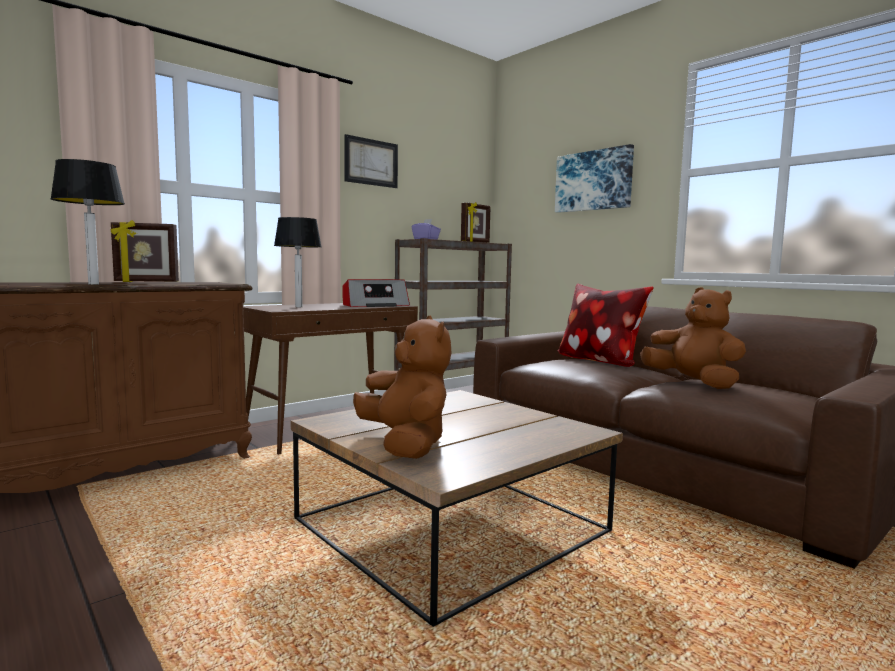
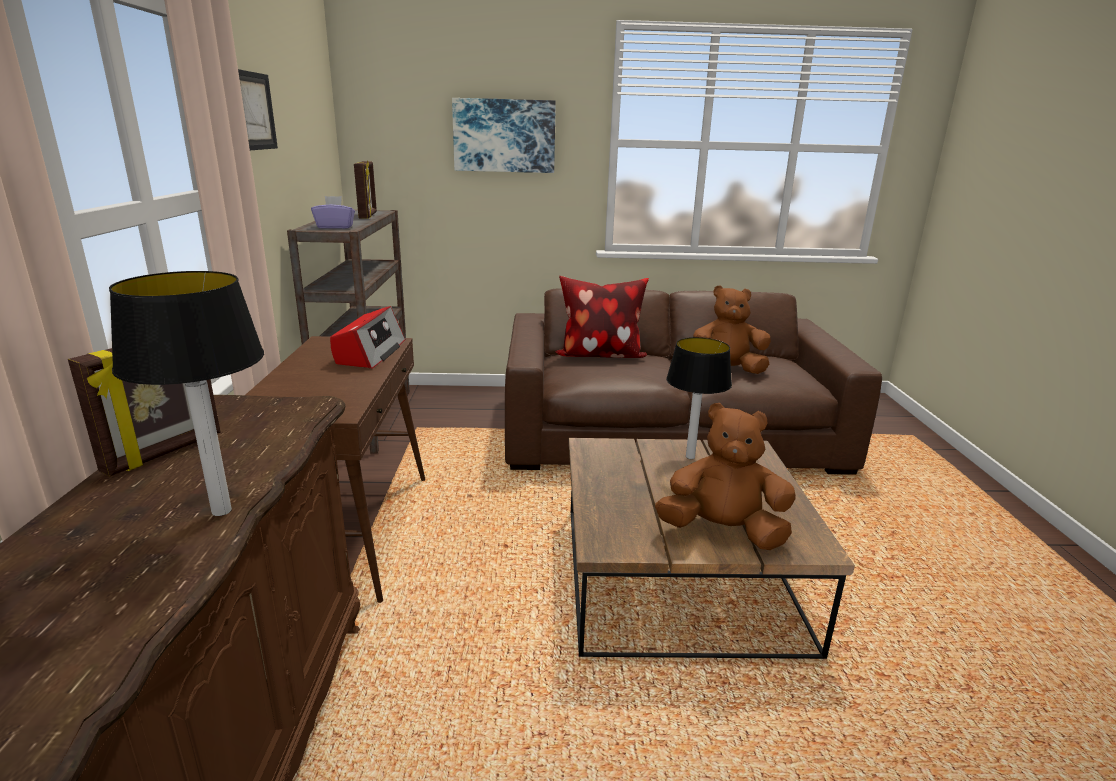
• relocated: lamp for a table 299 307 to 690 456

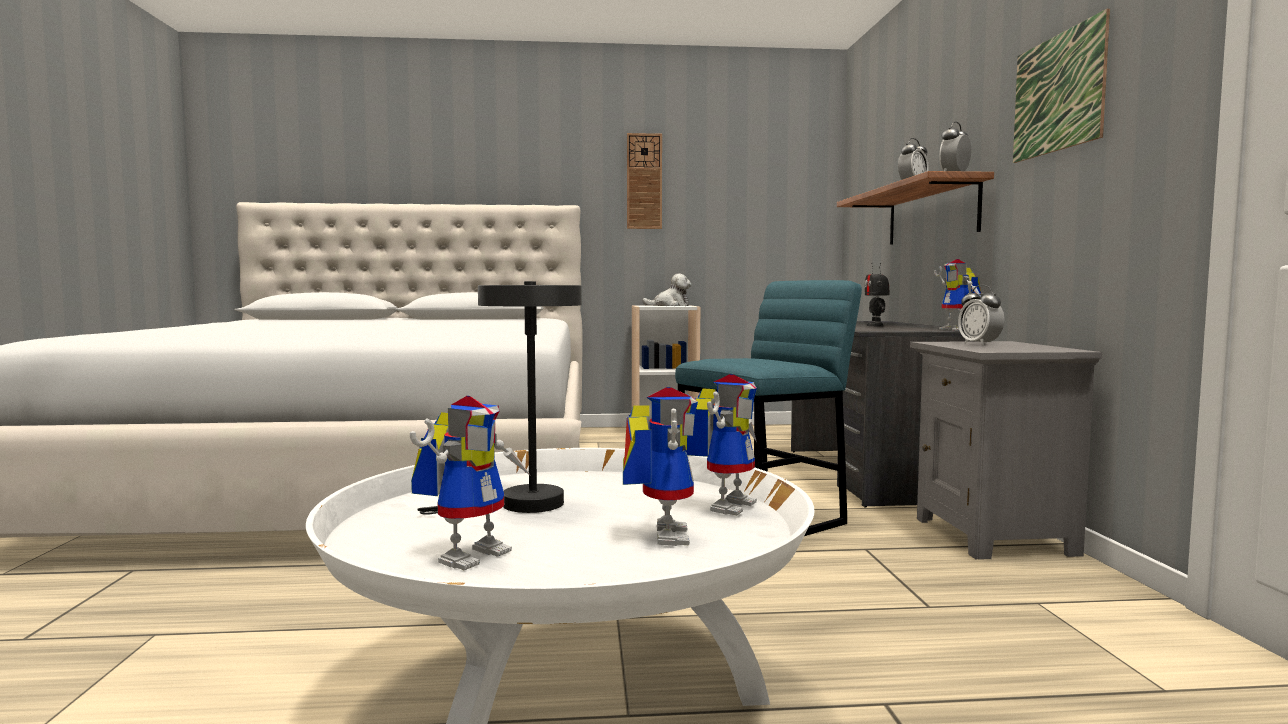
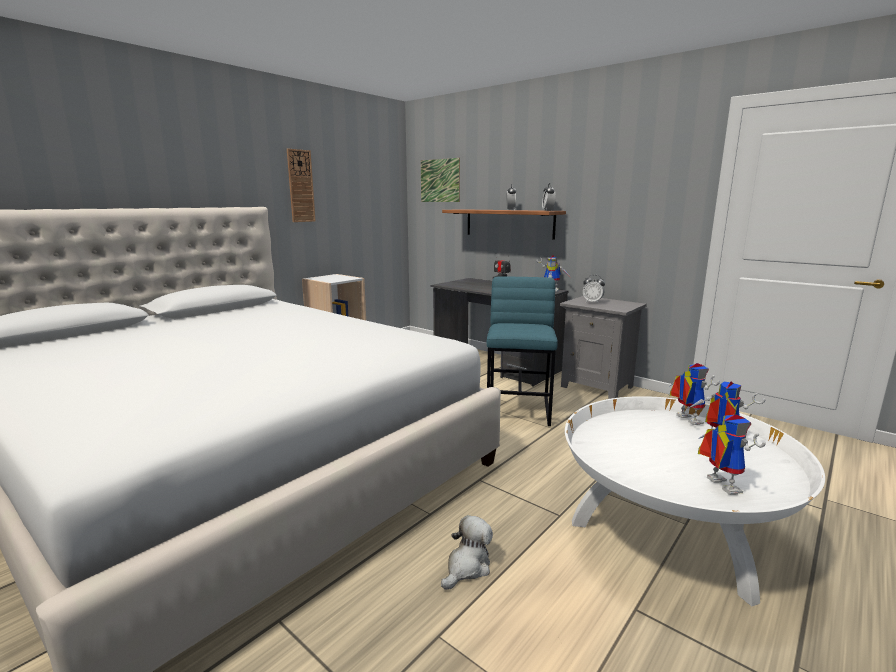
• missing: gray lamp for a table 521 505
• relocated: cuddly toy 670 306 to 467 567
• relocated: wall art 1058 93 to 440 180

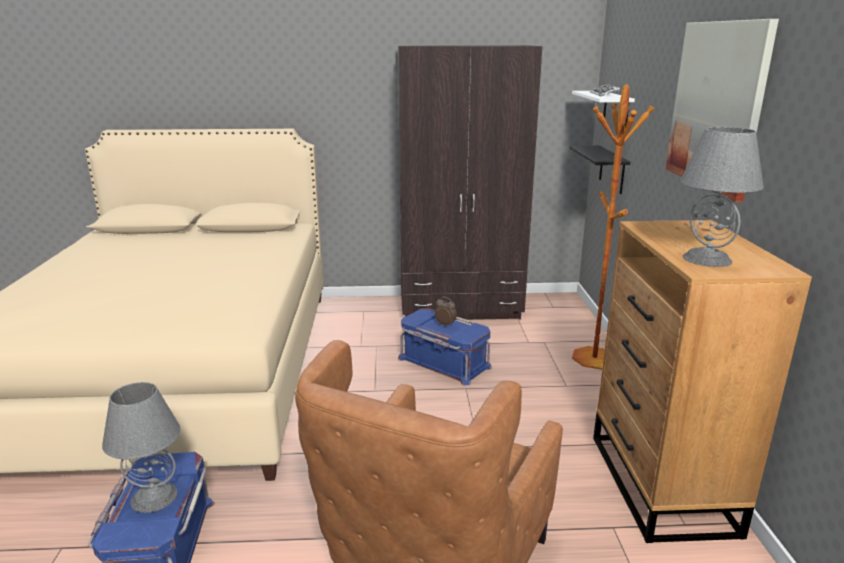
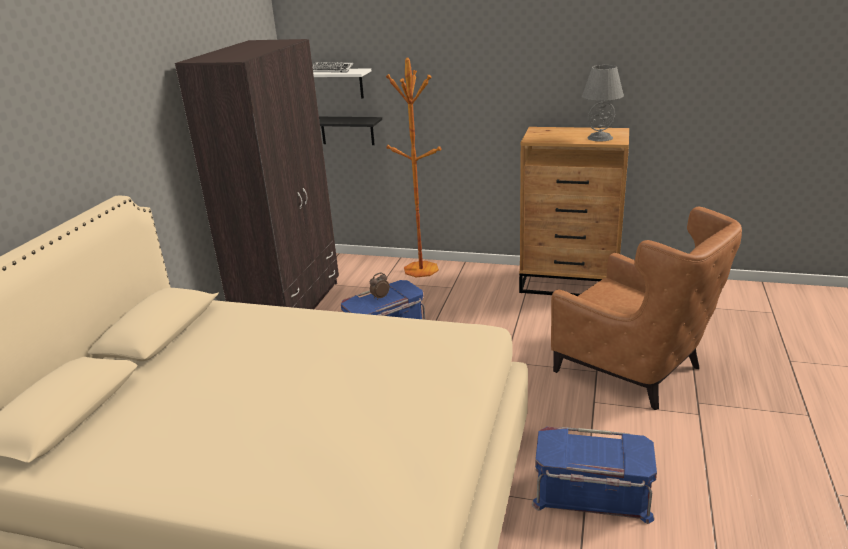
• missing: gray lamp for a table 153 497
• missing: wall art 717 106

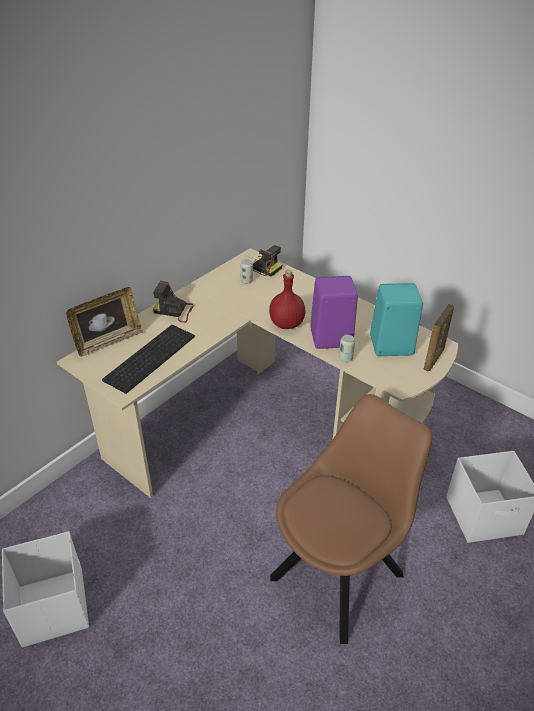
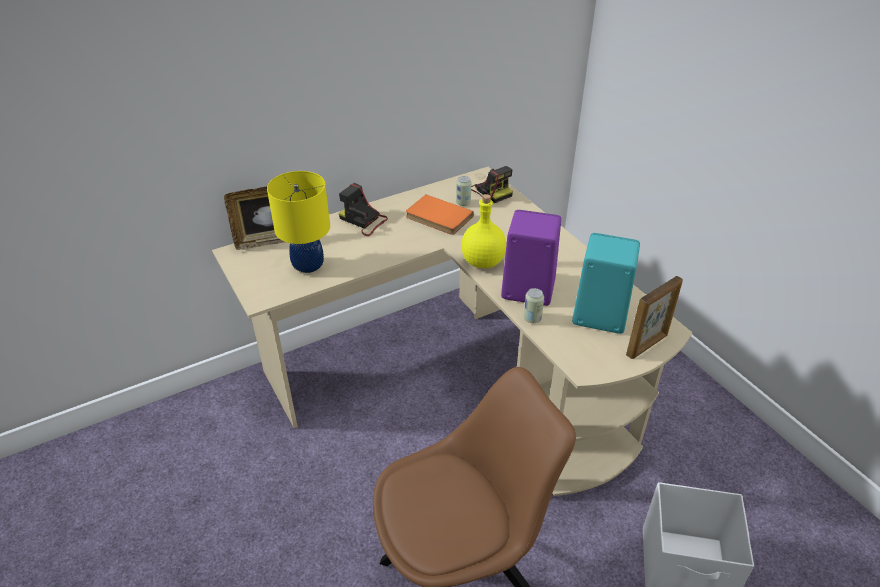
• missing: white storage box 54 606
• appeared: orange volume 438 218
• exchanged: computer keyboard 149 356 to yellow lamp for a table 308 265
• colour: red-coloured bottle 287 324 to yellow bottle 483 262

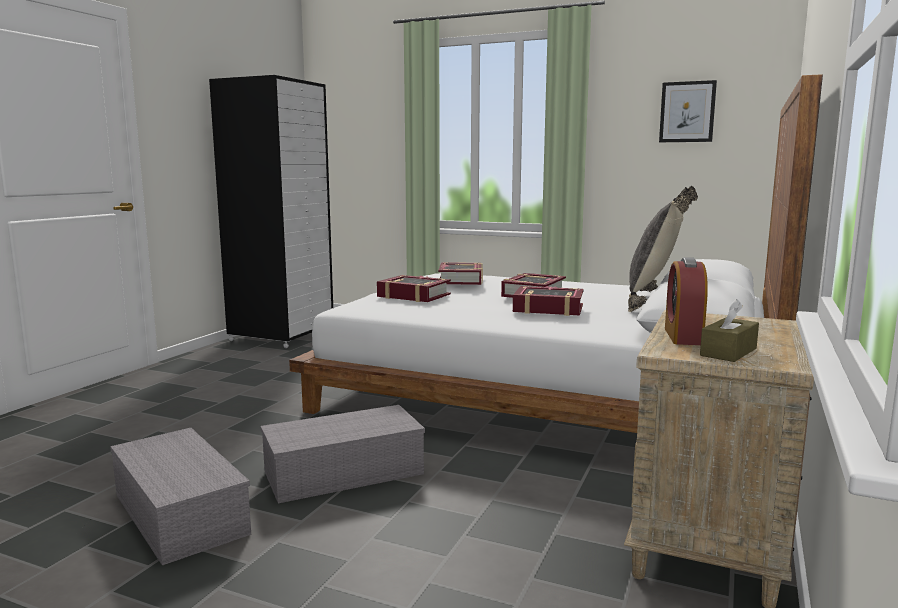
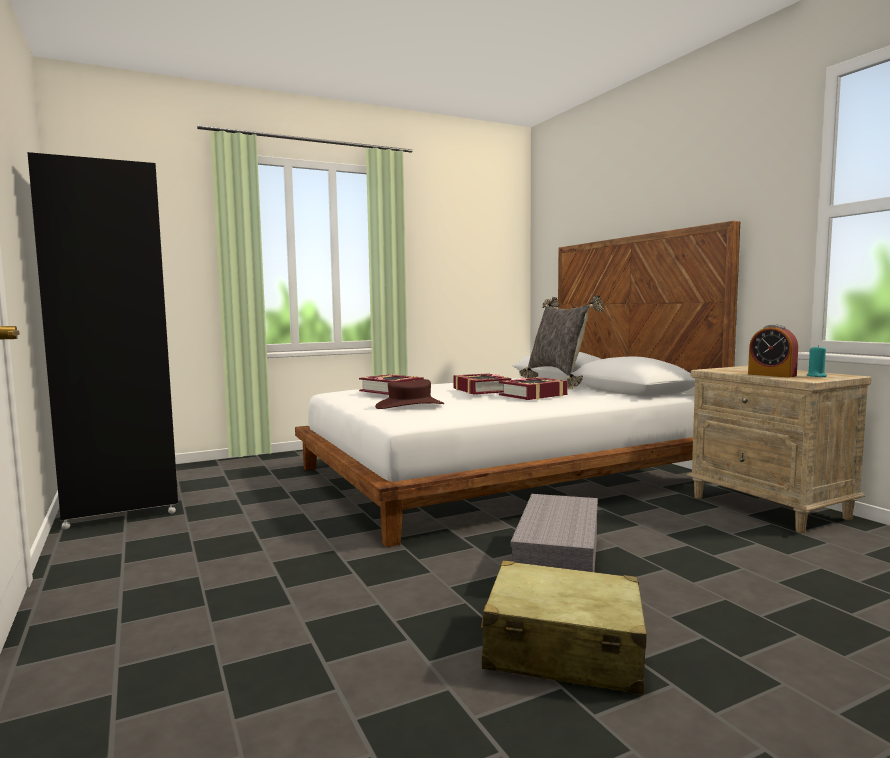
• missing: wall art 687 112
• exchanged: gray storage box 177 513 to beige suitcase 562 649
• exchanged: volume 413 296 to brownish wearable hat 409 405
• exchanged: brownish box of tissues 728 352 to turquoise-coloured wax candle 816 376

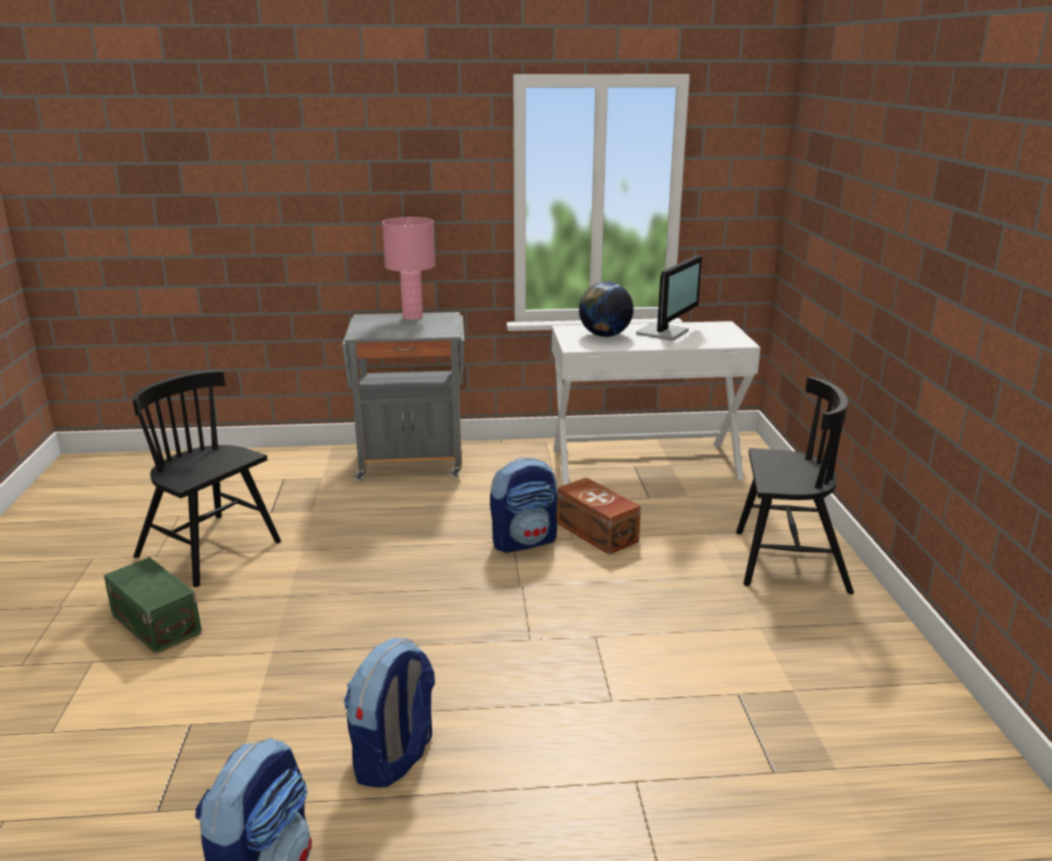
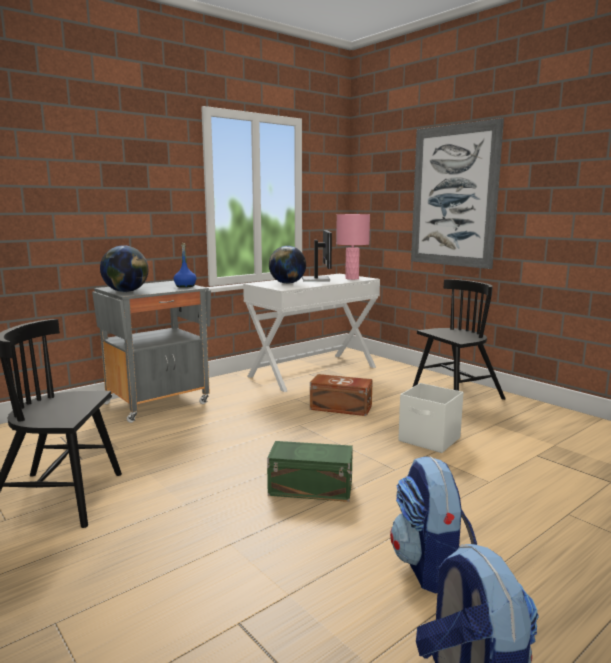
• missing: rucksack 524 541
• appeared: desk globe 126 291
• appeared: bluish bottle 185 286
• appeared: white storage box 430 440
• appeared: wall art 453 196
• relocated: green storage box 157 622 to 309 487
• relocated: pink lamp for a table 412 317 to 352 278

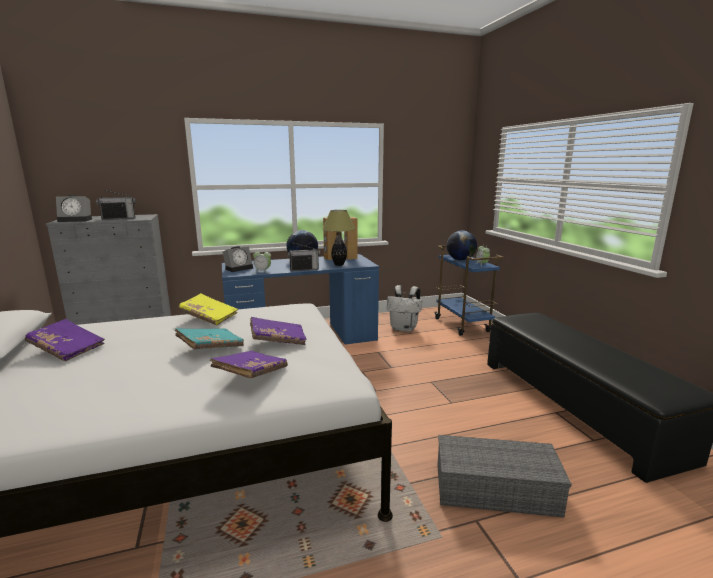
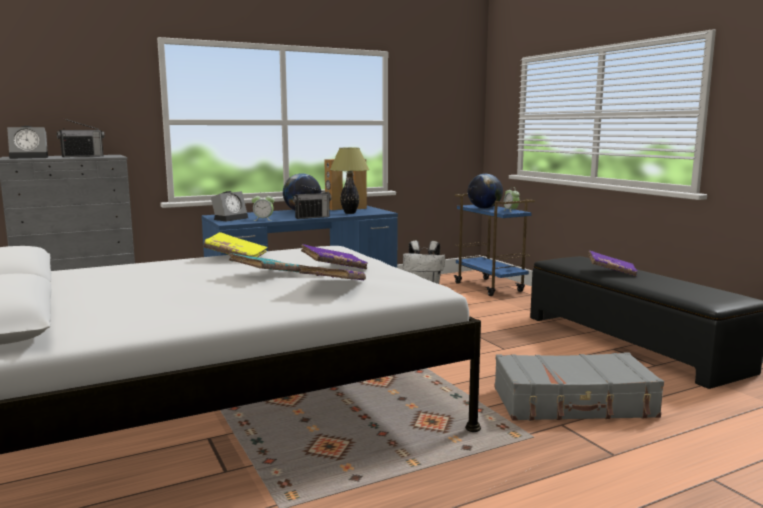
• relocated: purple-coloured volume 67 349 to 611 272
• exchanged: gray storage box 497 488 to gray suitcase 574 403

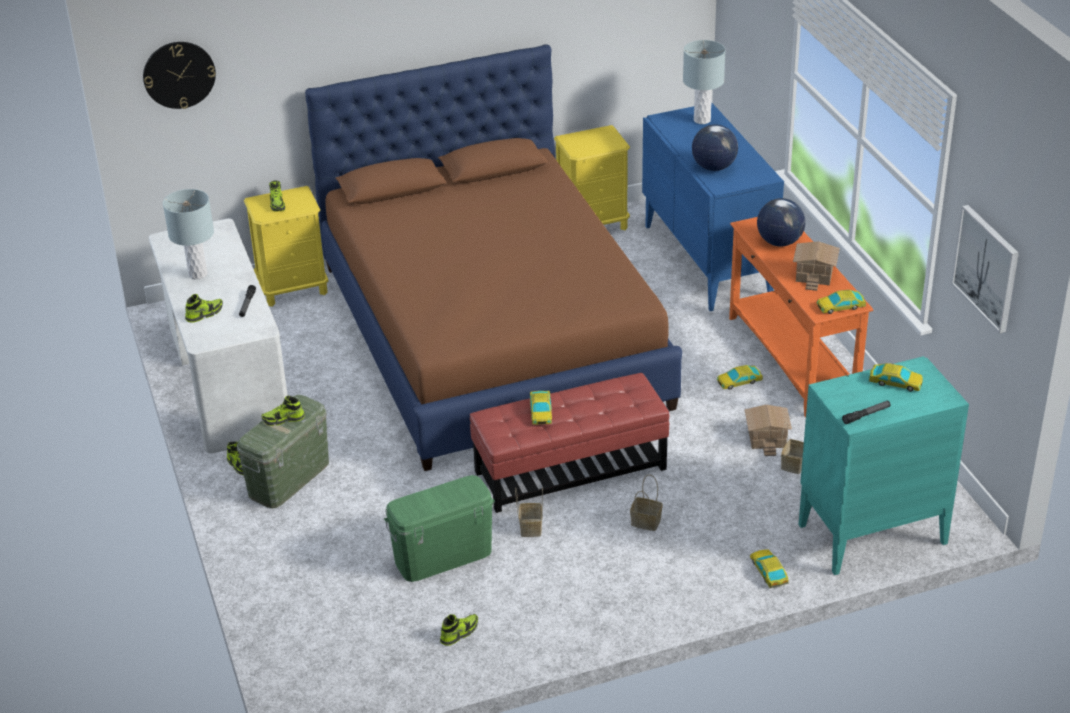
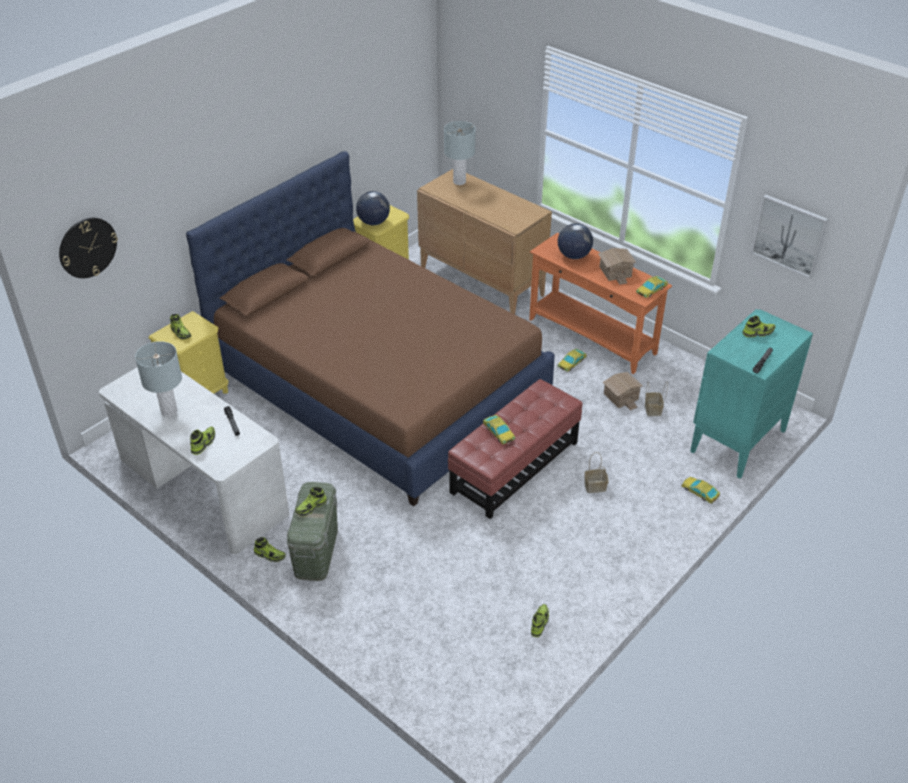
• missing: green storage box 443 556
• missing: storage basket 530 527
• relocated: desk globe 714 167 to 373 222
• exchanged: toy car 895 382 to item of footwear 758 332
• colour: bluish storage cabinet 707 261 to brownish storage cabinet 481 283

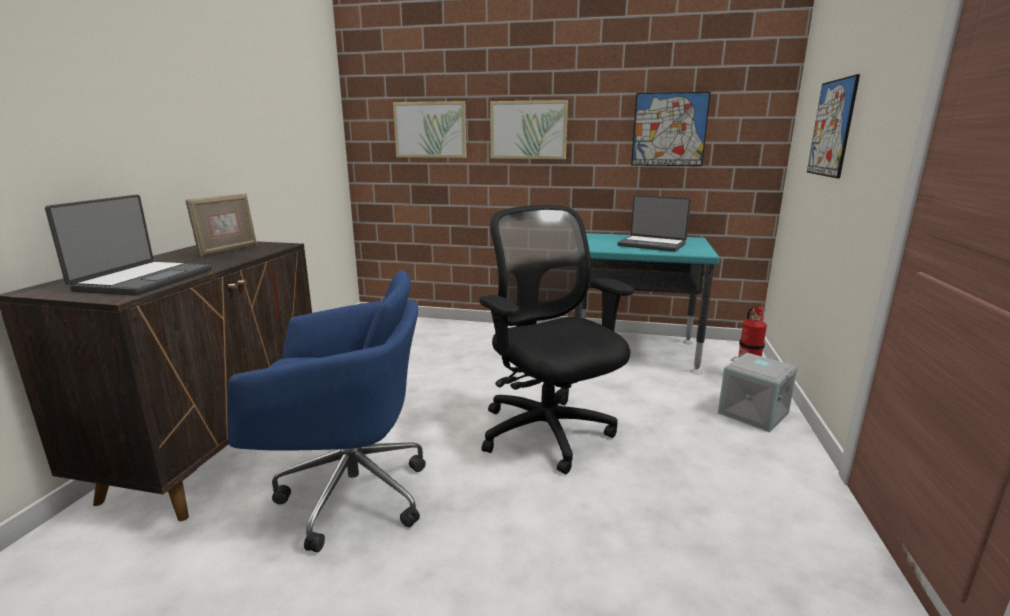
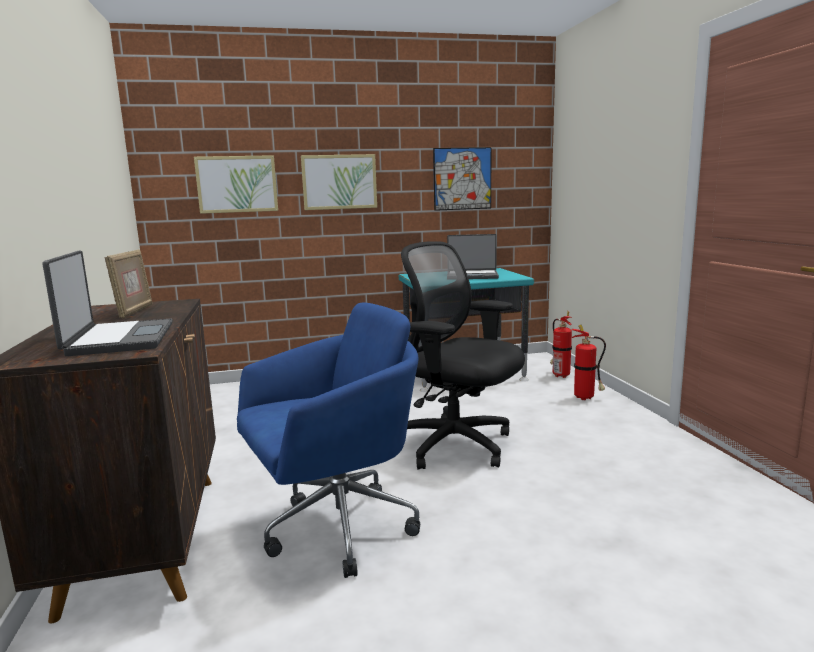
• missing: wall art 831 128
• exchanged: gray storage box 752 413 to fire extinguisher 586 398

